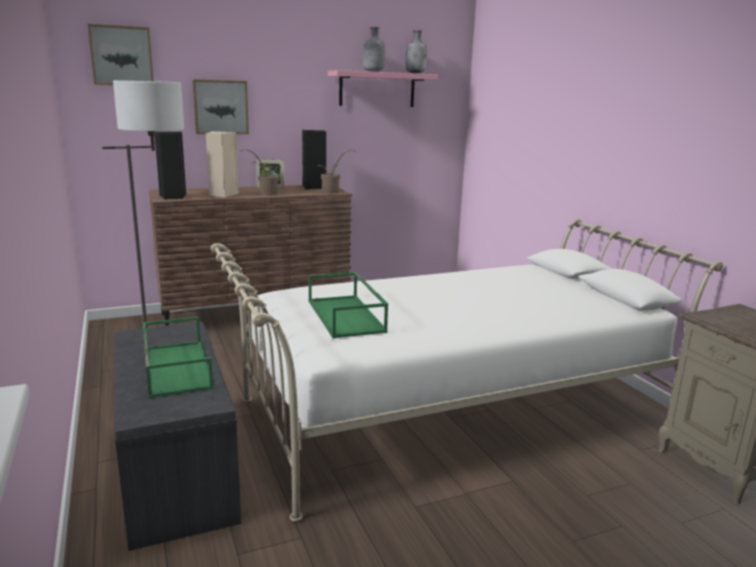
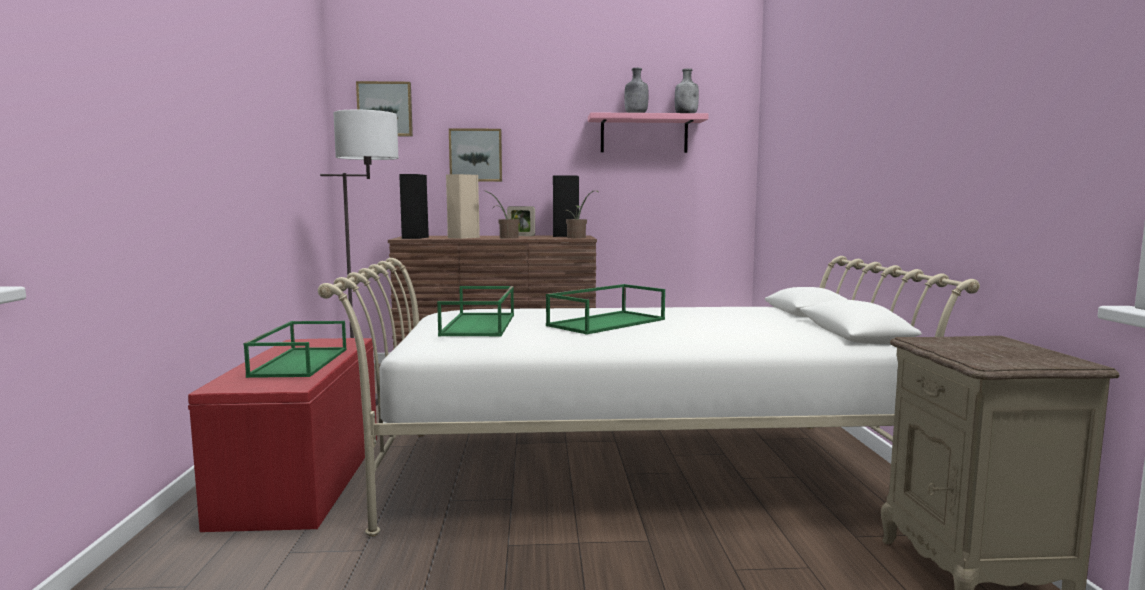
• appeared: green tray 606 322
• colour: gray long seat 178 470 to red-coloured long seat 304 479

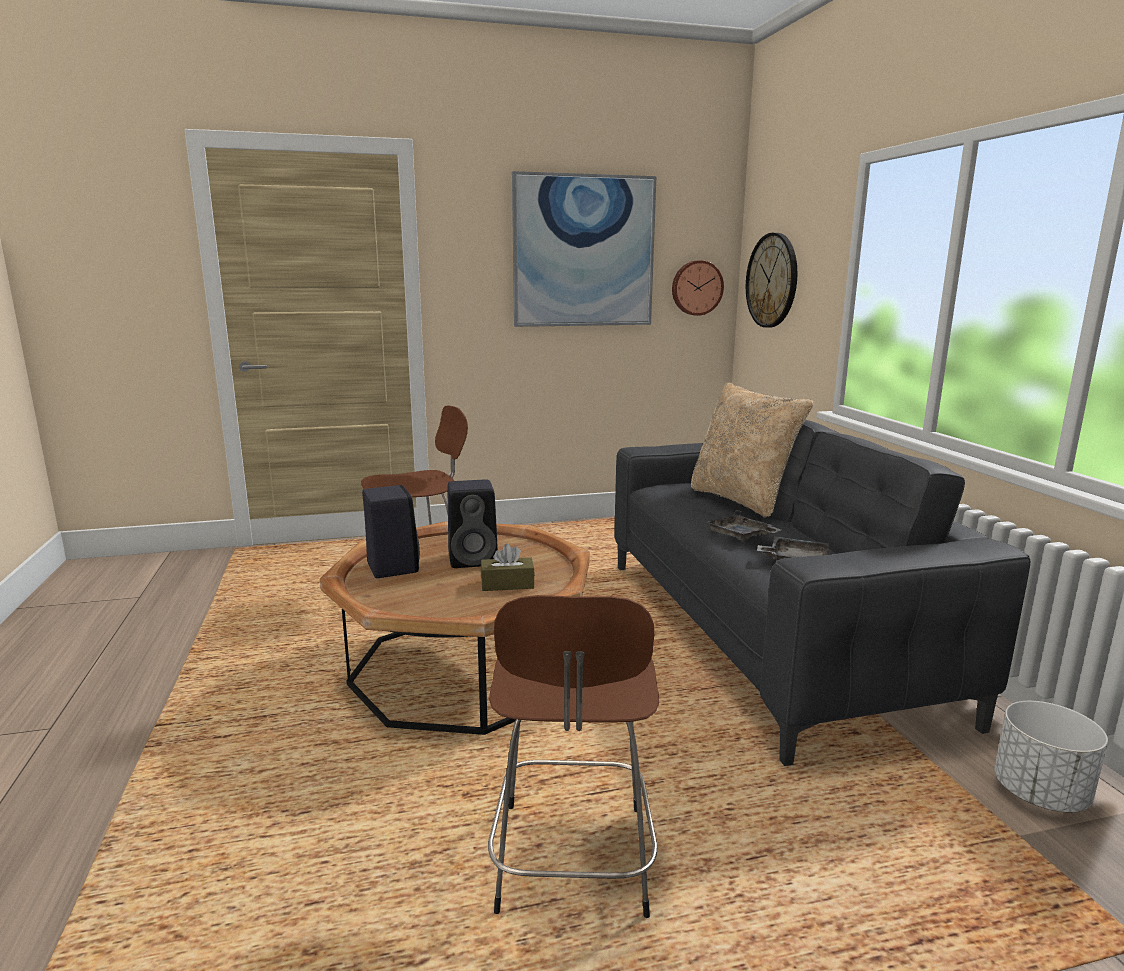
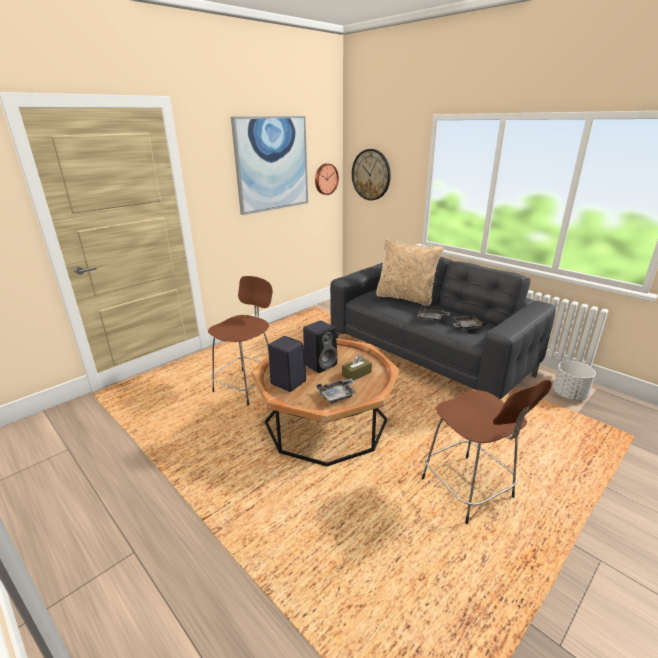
• appeared: gray tray 337 395

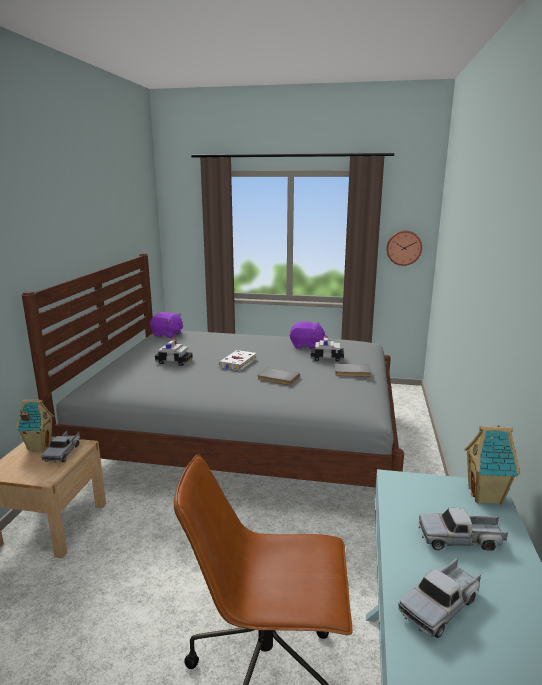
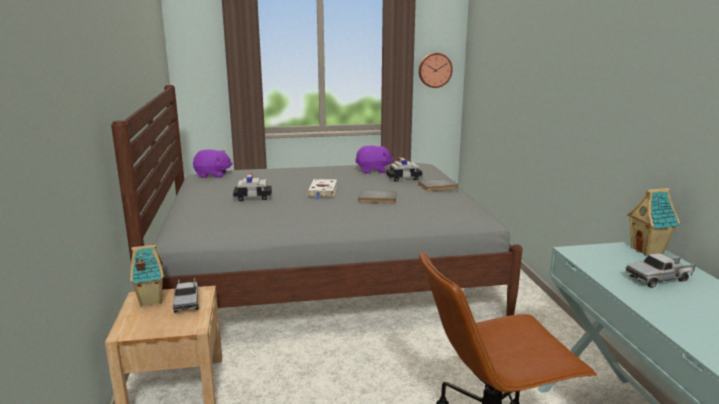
• missing: toy lorry 441 605

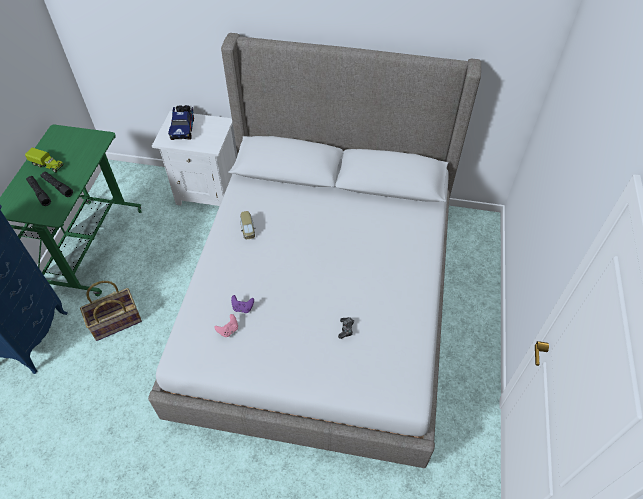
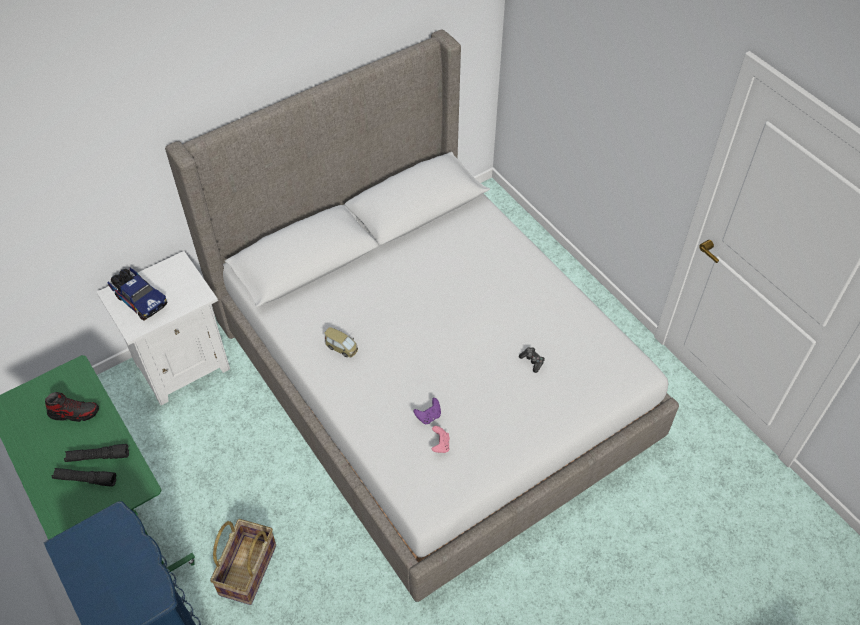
• missing: toy lorry 48 165
• appeared: item of footwear 74 413

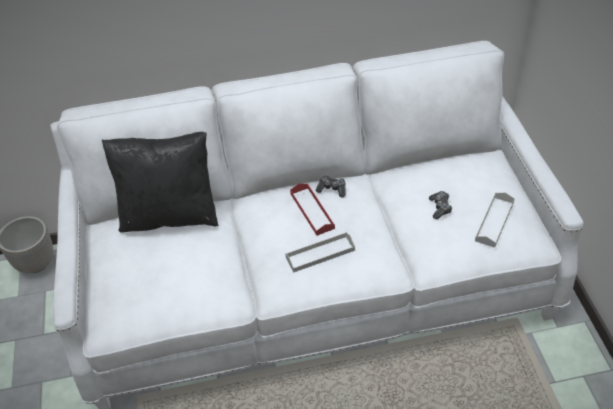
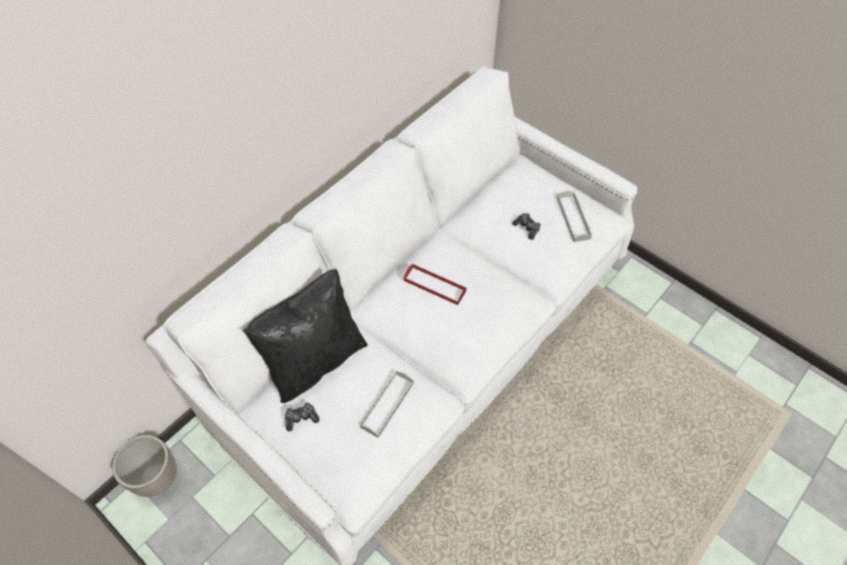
• relocated: gray tray 320 254 to 387 405
• relocated: game controller 332 189 to 301 418

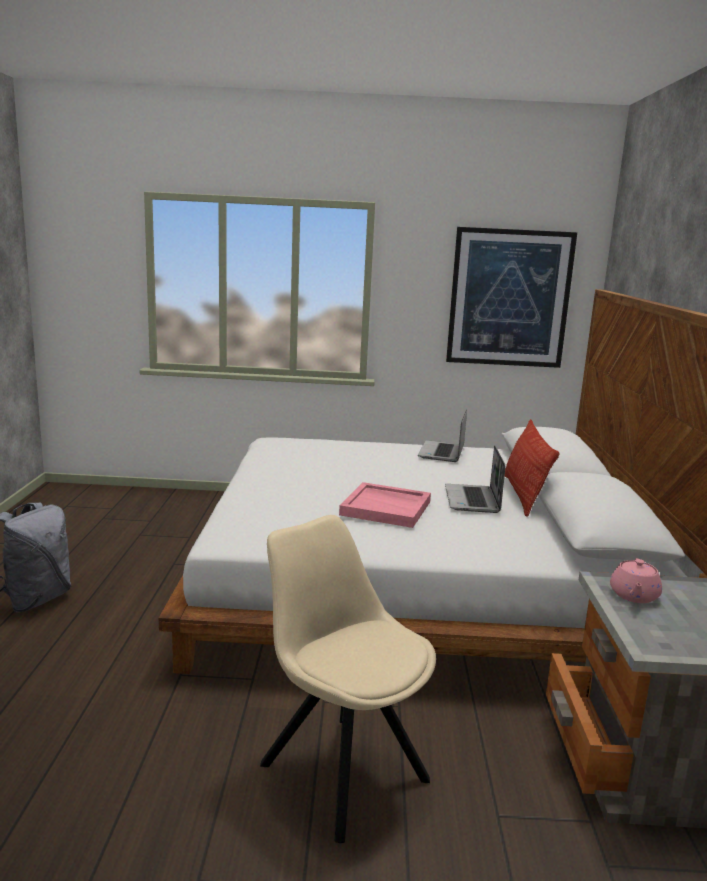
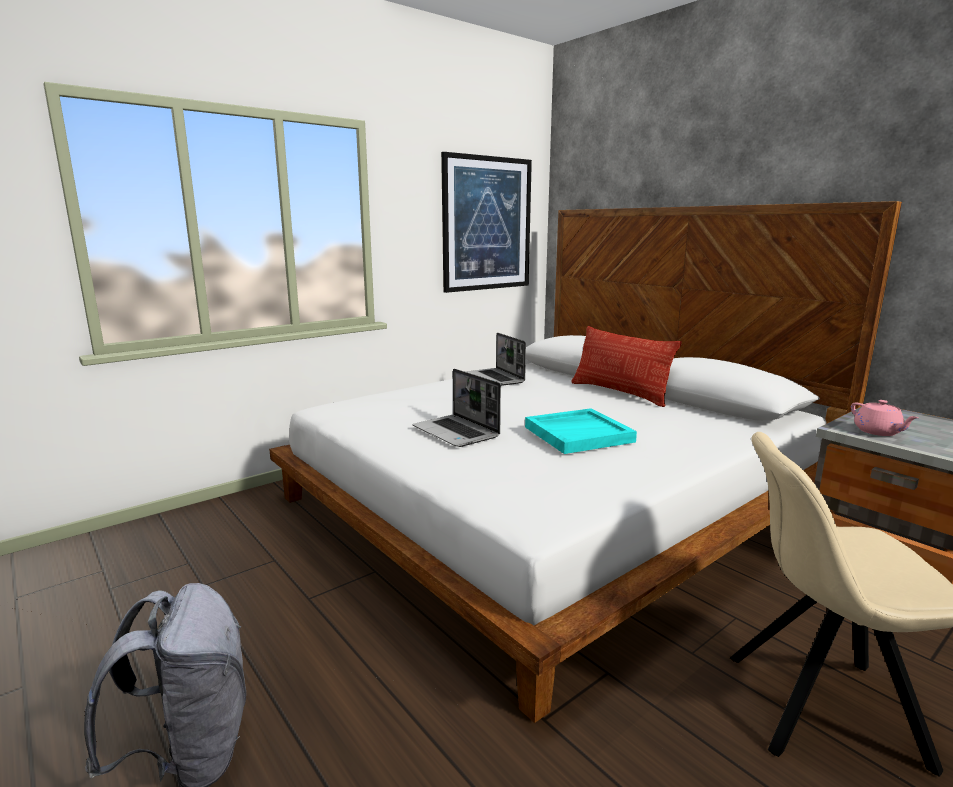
• relocated: laptop 473 500 to 457 432
• colour: pink tray 387 508 to turquoise-coloured tray 578 434

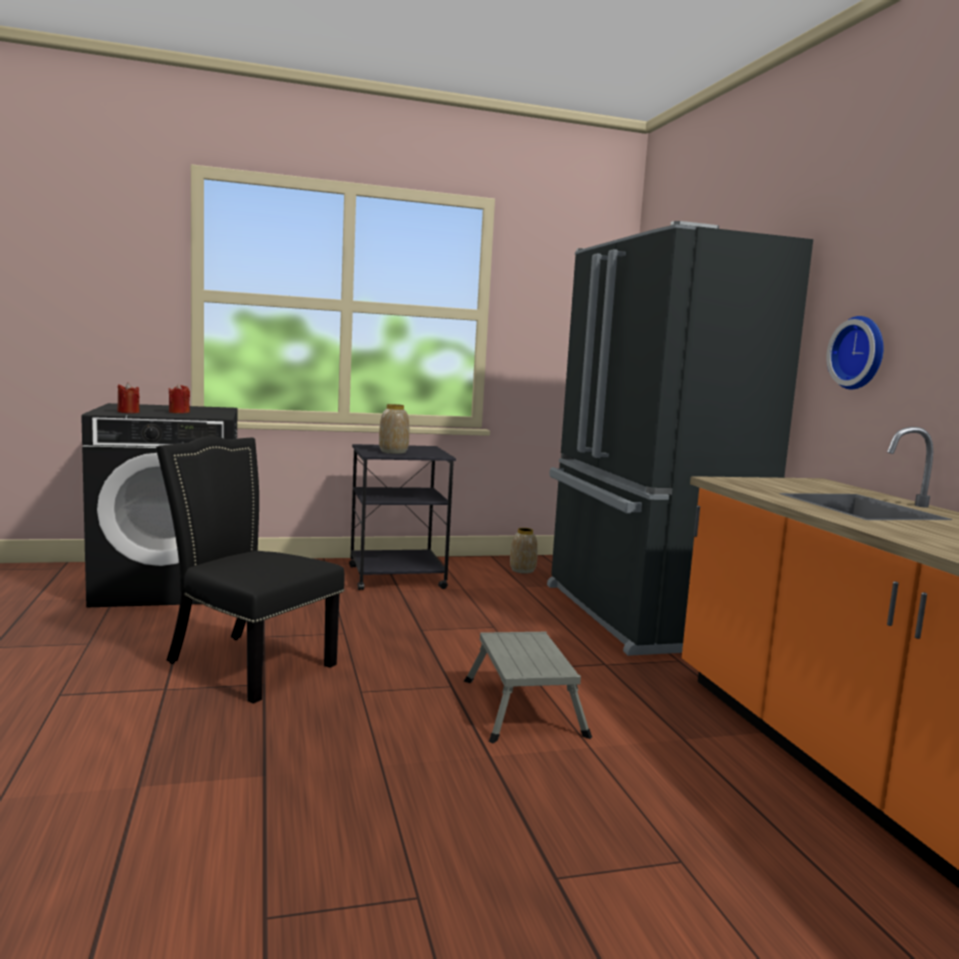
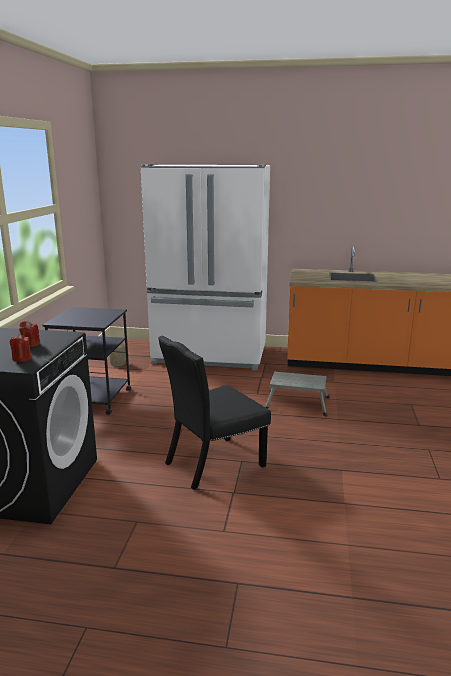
• missing: vase 393 452
• missing: wall clock 860 353
• colour: black fridge 640 616 to white fridge 210 356

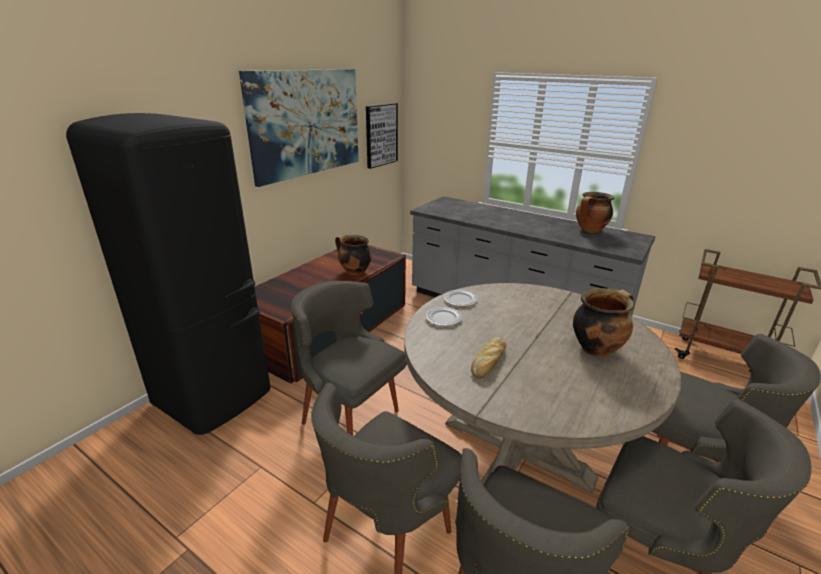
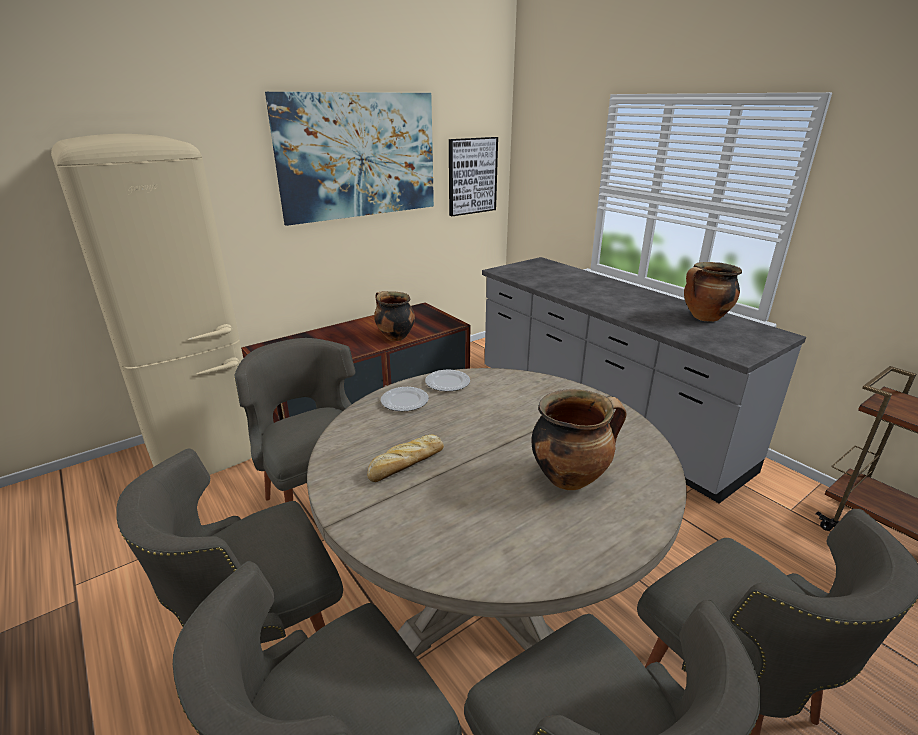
• colour: black fridge 216 397 to beige fridge 206 451

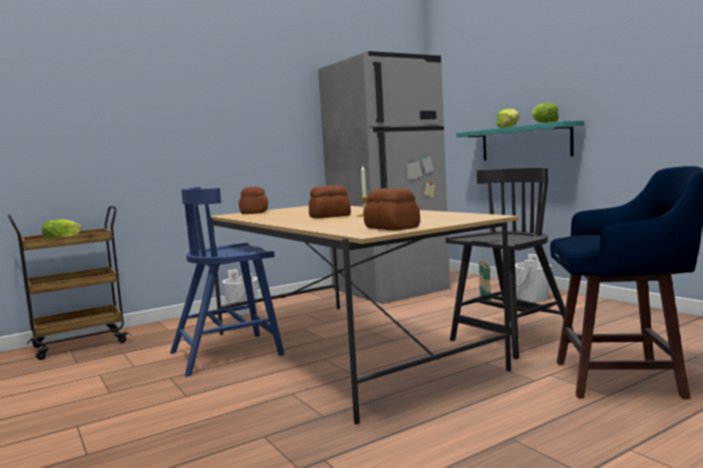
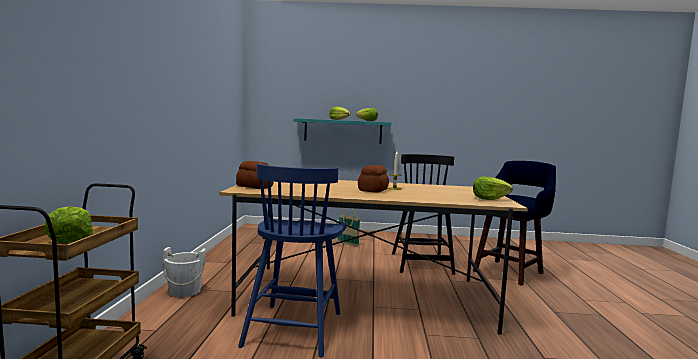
• missing: gray fridge 390 288
• missing: white bucket 533 298
• exchanged: baked bread 392 228 to lettuce head 489 199

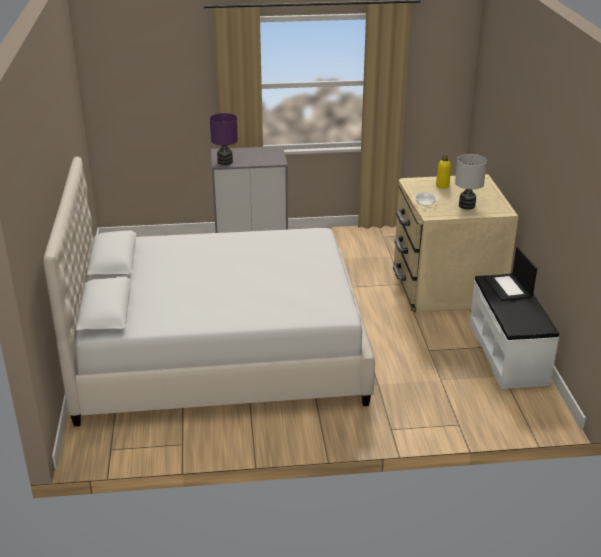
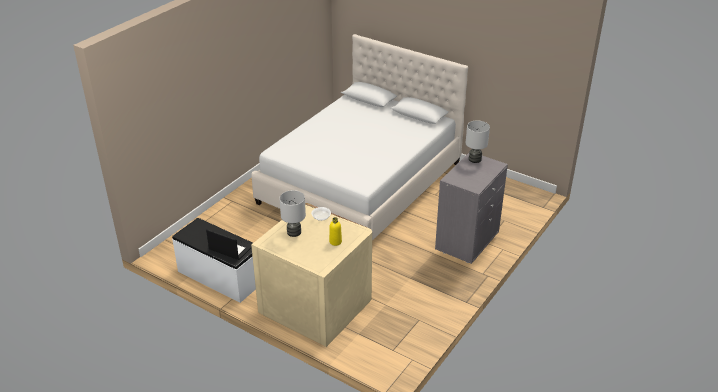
• colour: purple-coloured lamp for a table 225 161 to gray lamp for a table 475 159

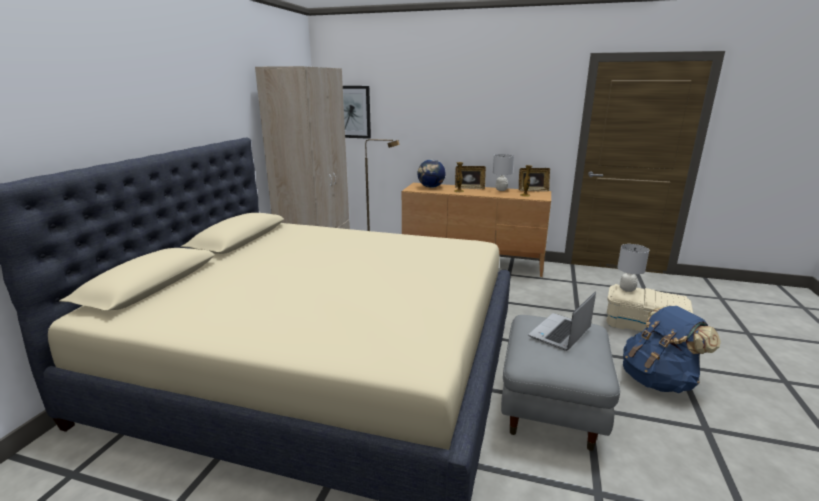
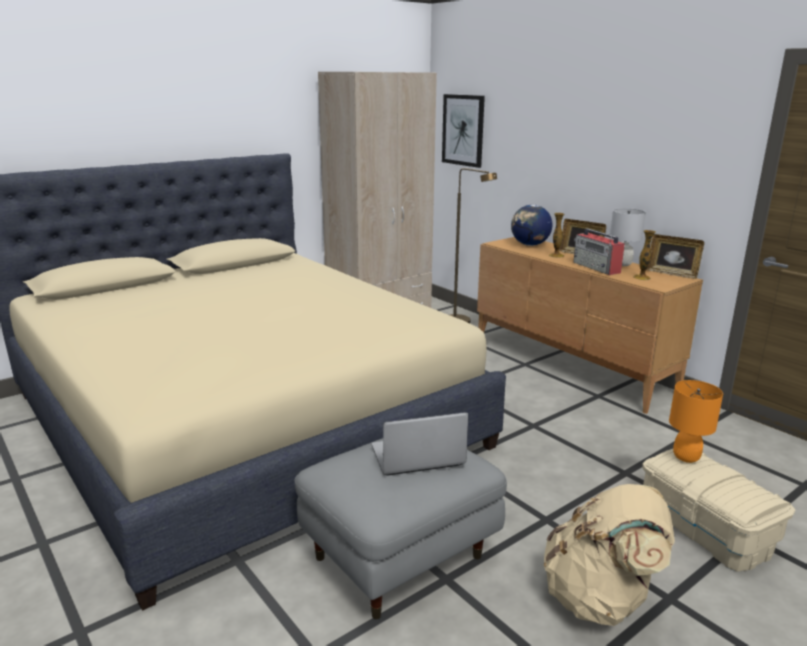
• appeared: radio set 597 268
• colour: gray lamp for a table 626 290 to orange lamp for a table 684 458
• colour: bluish rucksack 658 380 to beige rucksack 600 599

